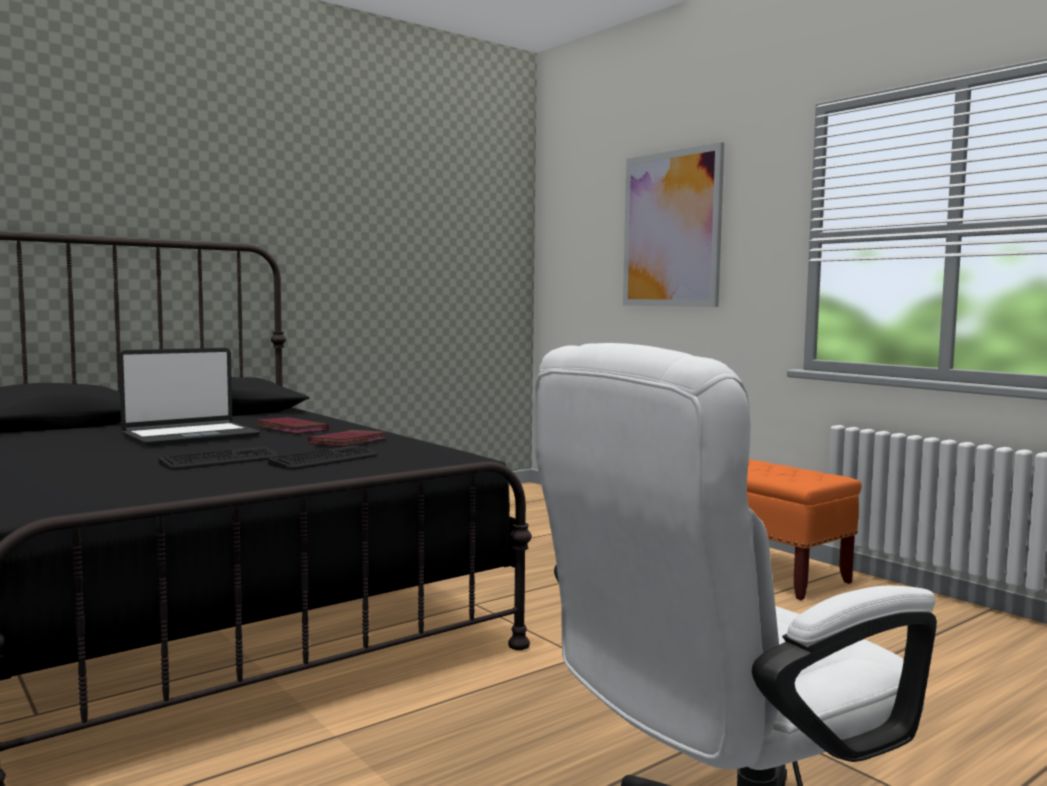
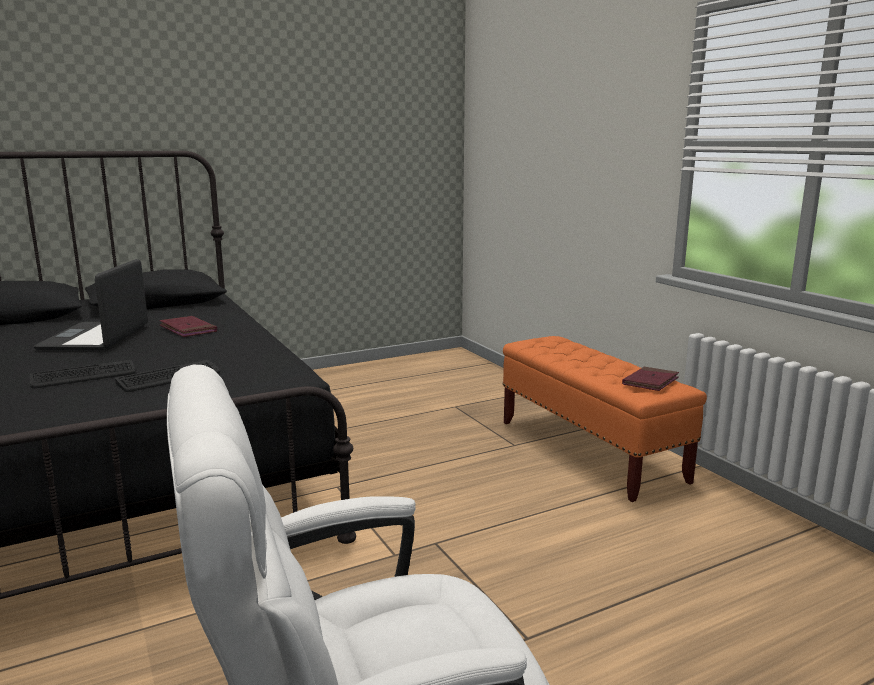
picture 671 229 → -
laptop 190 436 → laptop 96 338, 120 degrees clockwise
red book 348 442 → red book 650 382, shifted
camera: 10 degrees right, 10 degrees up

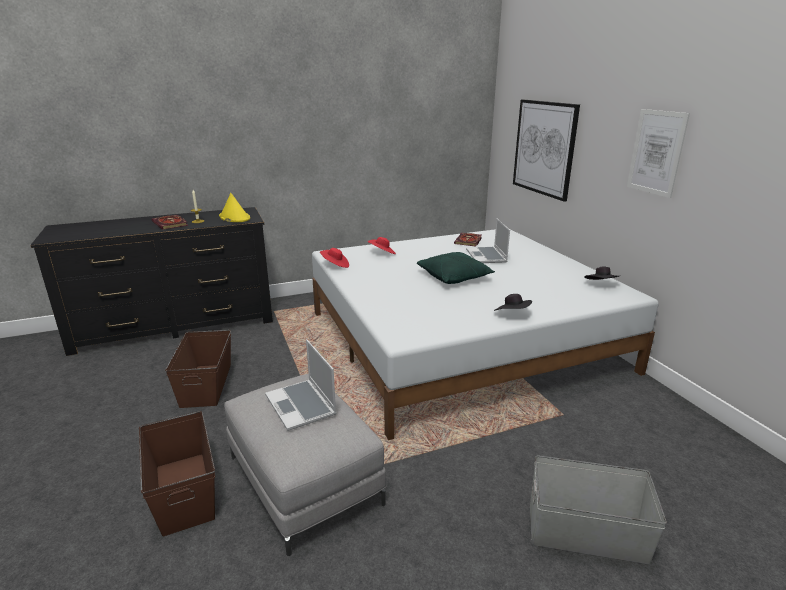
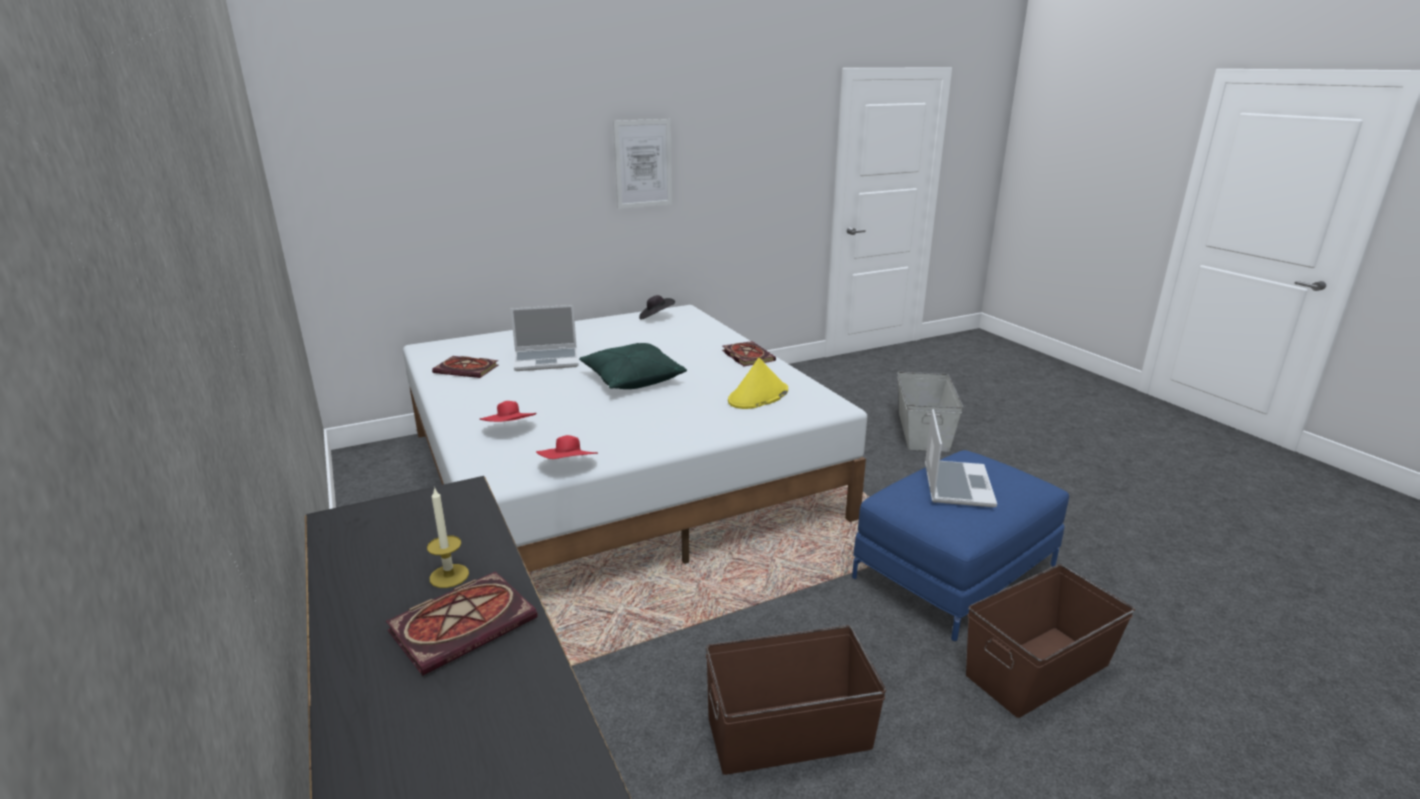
picture 544 148 → -
yellow hat 234 217 → yellow hat 758 396, shifted
black hat 512 315 → book 746 356
laptop 302 406 → laptop 956 484, 45 degrees counterclockwise
grey ottoman 305 479 → blue ottoman 953 570
camera: 95 degrees left, 0 degrees up

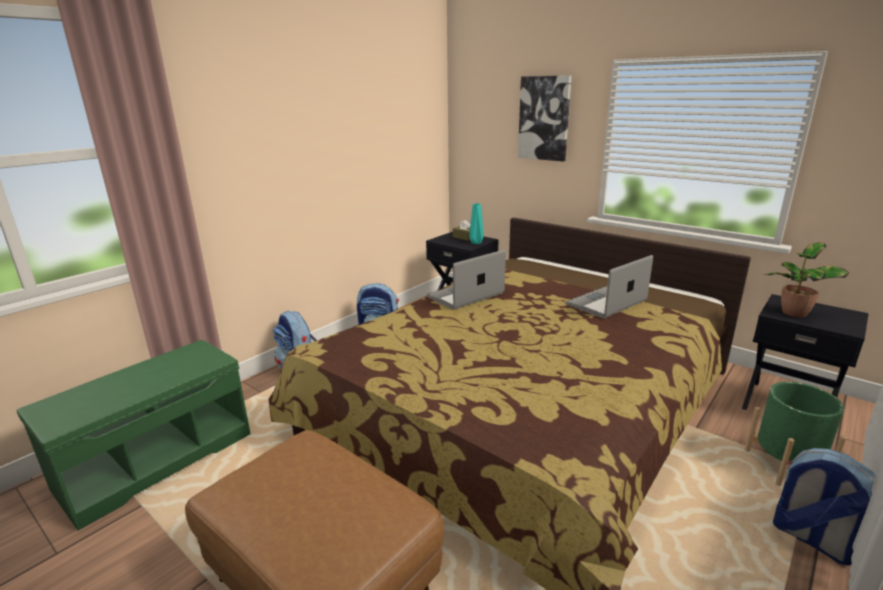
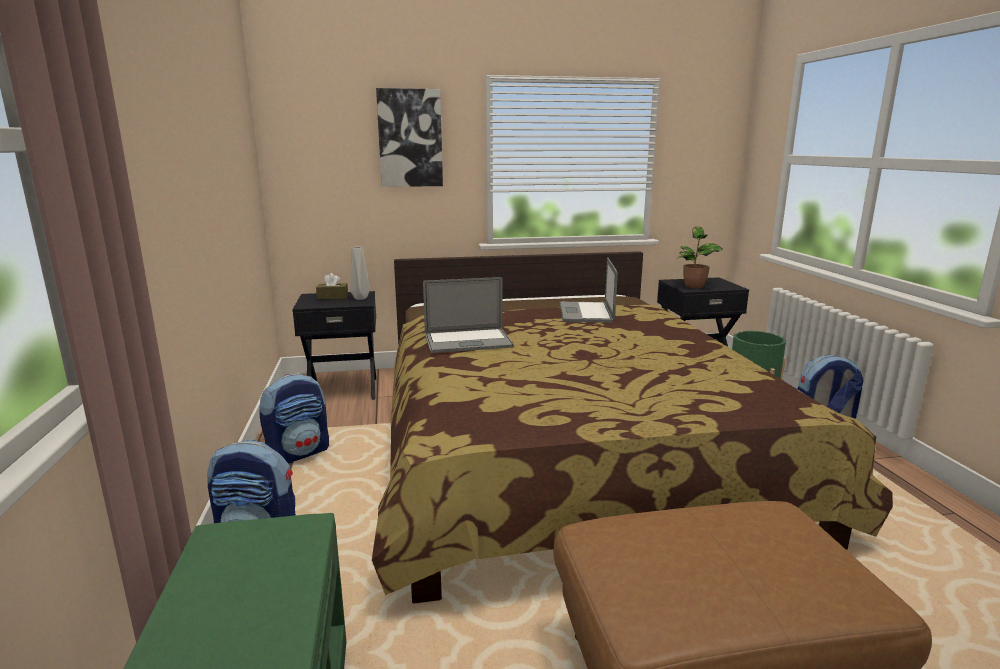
turquoise vase 475 243 → grey vase 359 298
laptop 465 295 → laptop 468 341, 105 degrees counterclockwise
camera: 50 degrees left, 5 degrees down

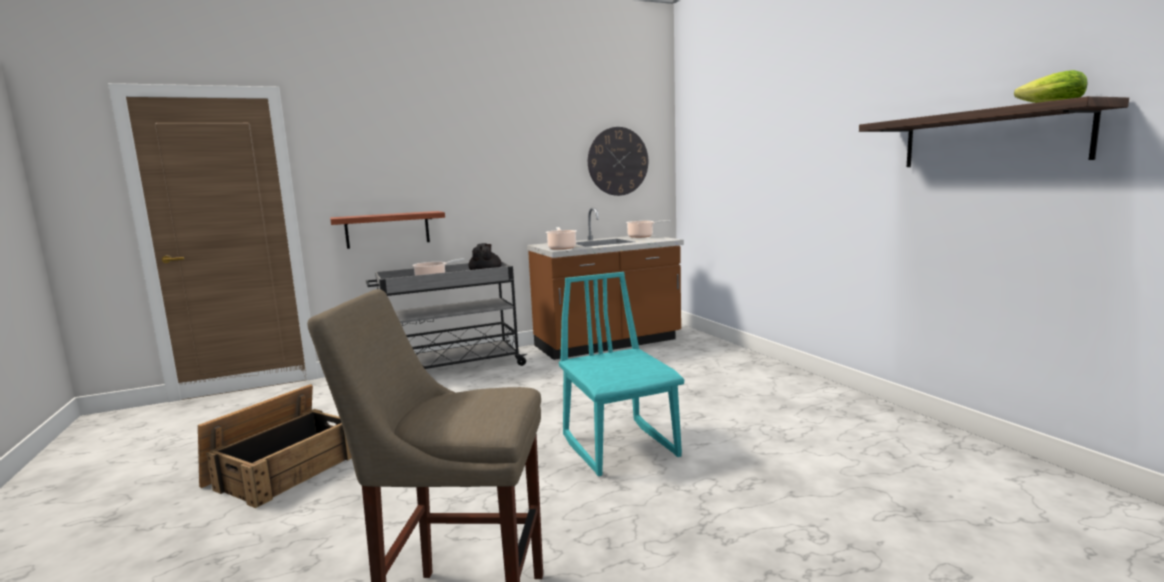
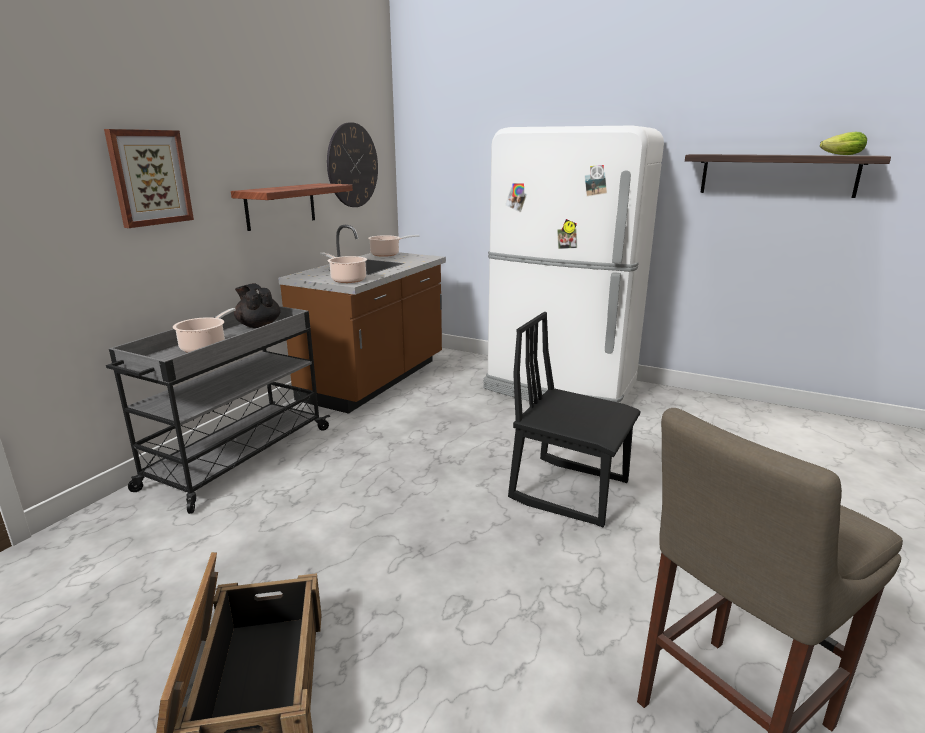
shelf 387 229 → shelf 281 206, shifted
turquoise chair 621 446 → black chair 570 490
- → white fridge 561 387
- → picture 149 177
camera: 40 degrees left, 10 degrees up

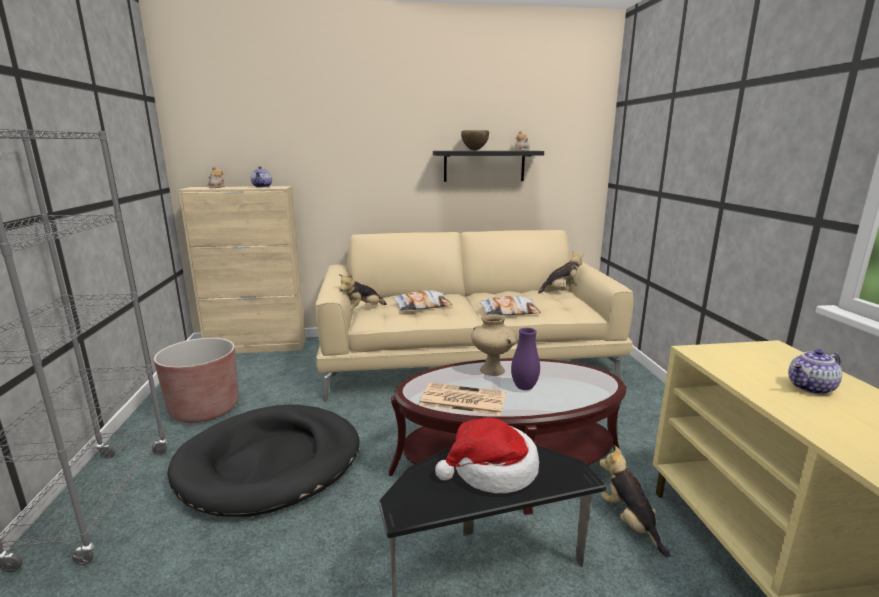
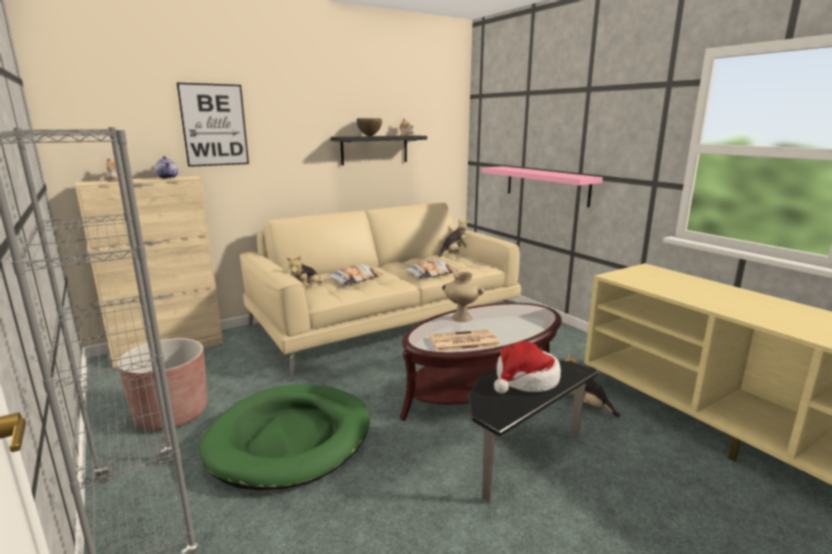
purple vase 524 387 → -
teapot 811 388 → -
black dog bed 271 463 → green dog bed 290 439
- → picture 214 125
- → pink shelf 546 185
camera: 25 degrees left, 0 degrees up

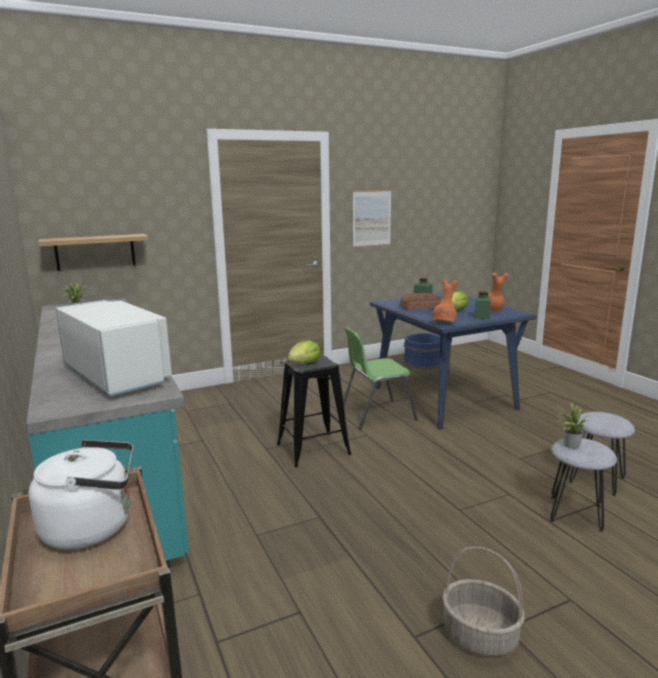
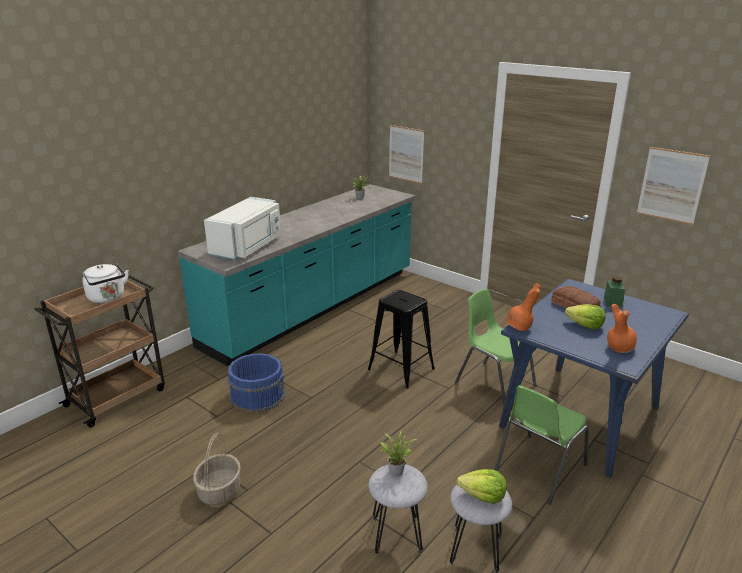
shelf 95 252 → picture 406 154
green jar 482 316 → -
blue bucket 423 362 → blue bucket 258 395, shifted
lettuce 304 363 → lettuce 483 496, shifted
- → green chair 538 469
camera: 65 degrees right, 10 degrees up

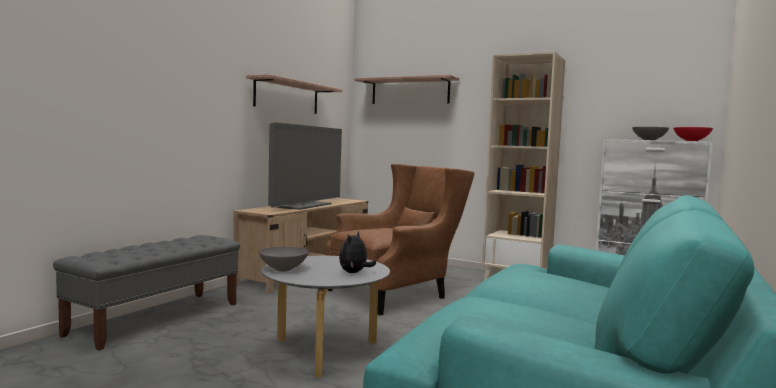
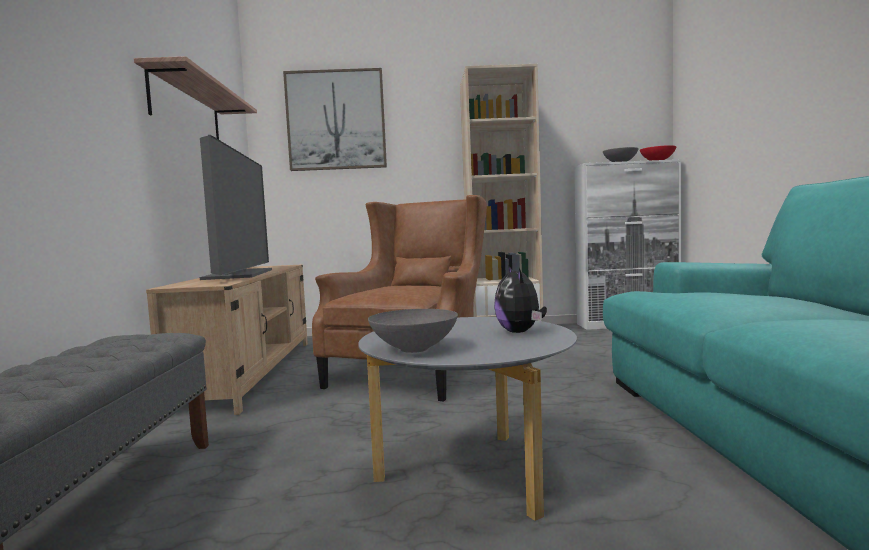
shelf 410 91 → picture 336 120
camera: 30 degrees left, 0 degrees up

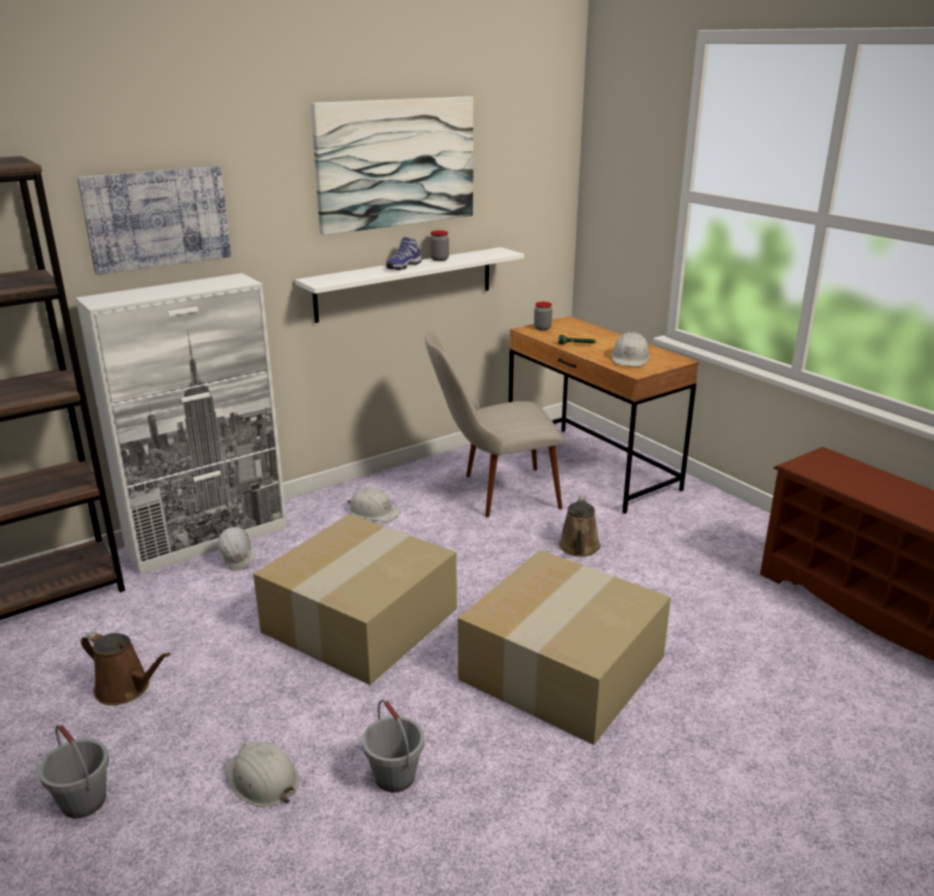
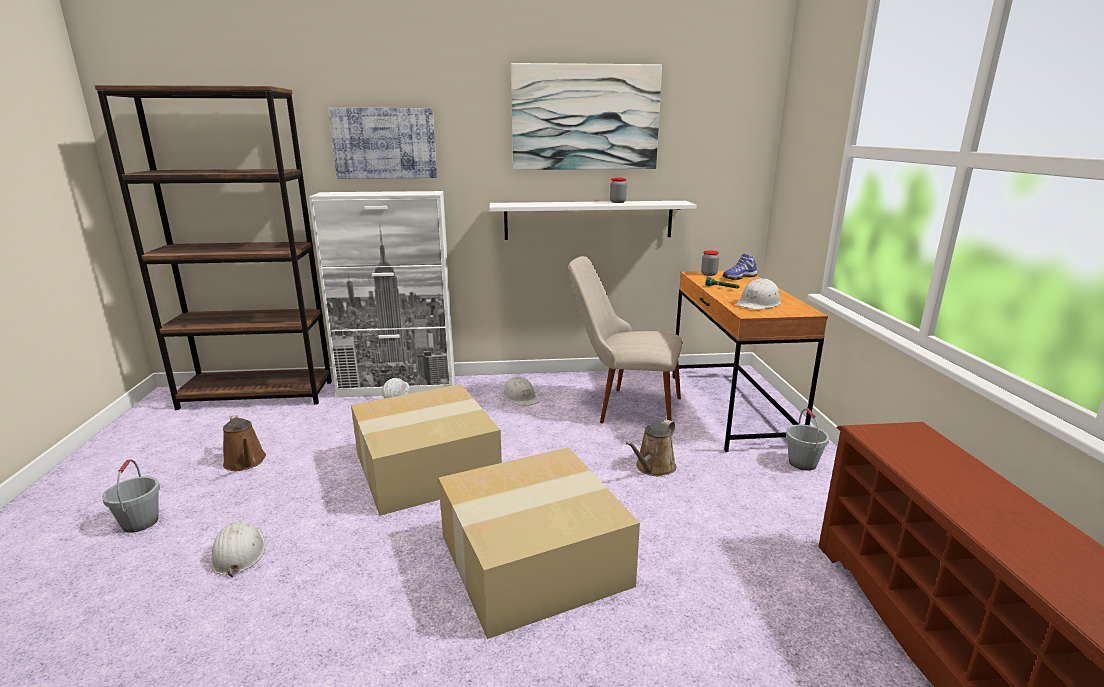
shoe 403 266 → shoe 738 277, shifted
grey bucket 394 776 → grey bucket 802 463, shifted
camera: 30 degrees right, 5 degrees down

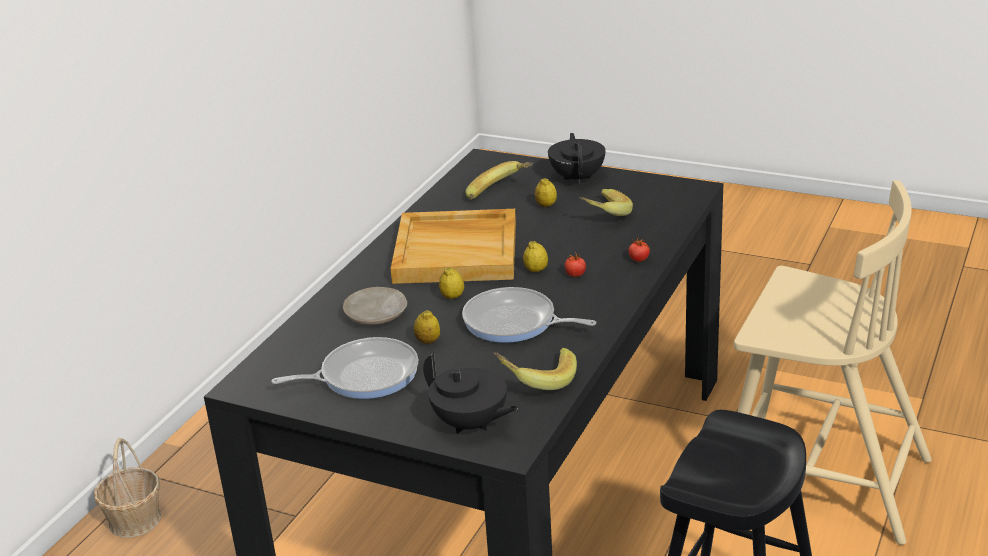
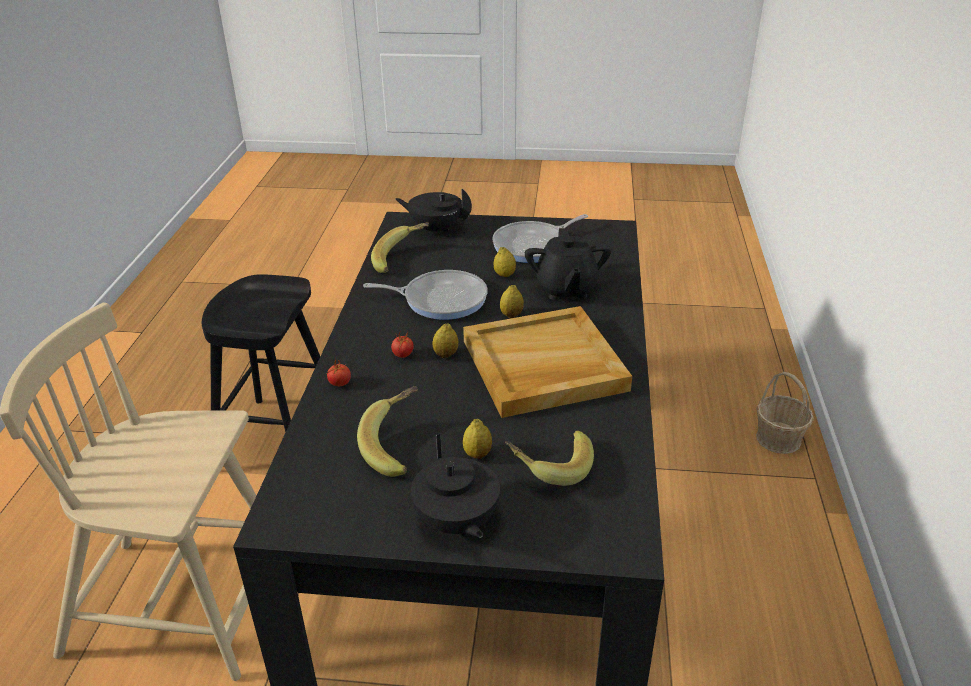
beige plate 376 316 → black teapot 566 289
camera: 160 degrees right, 5 degrees up

